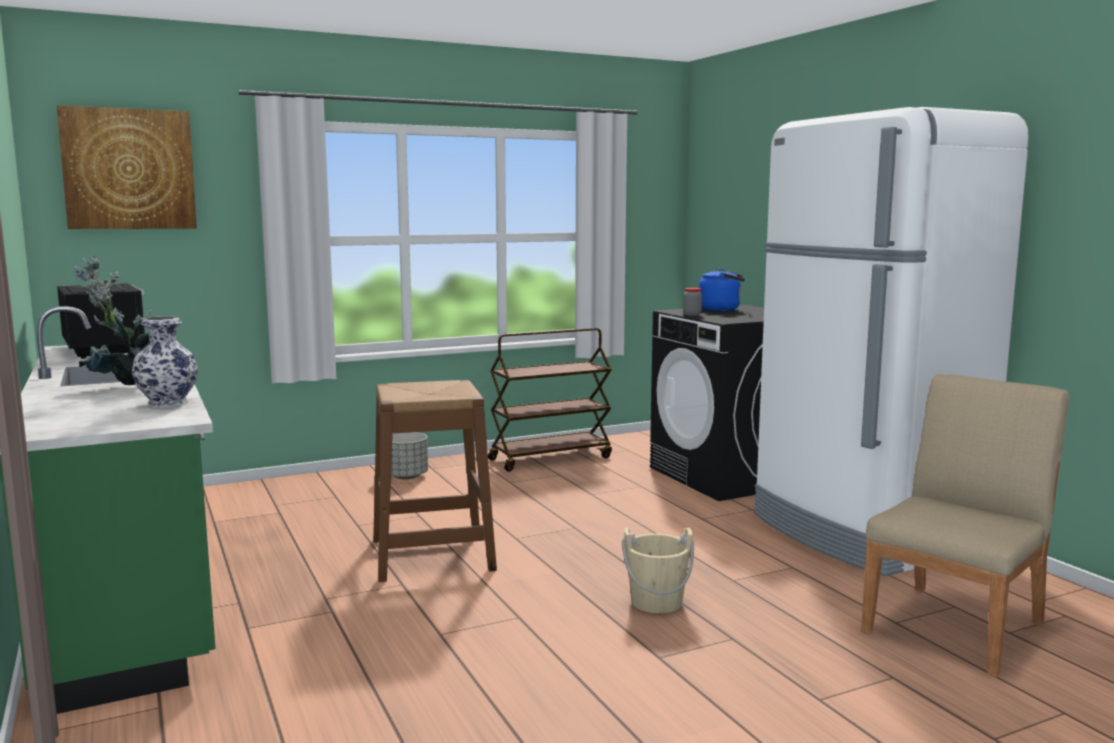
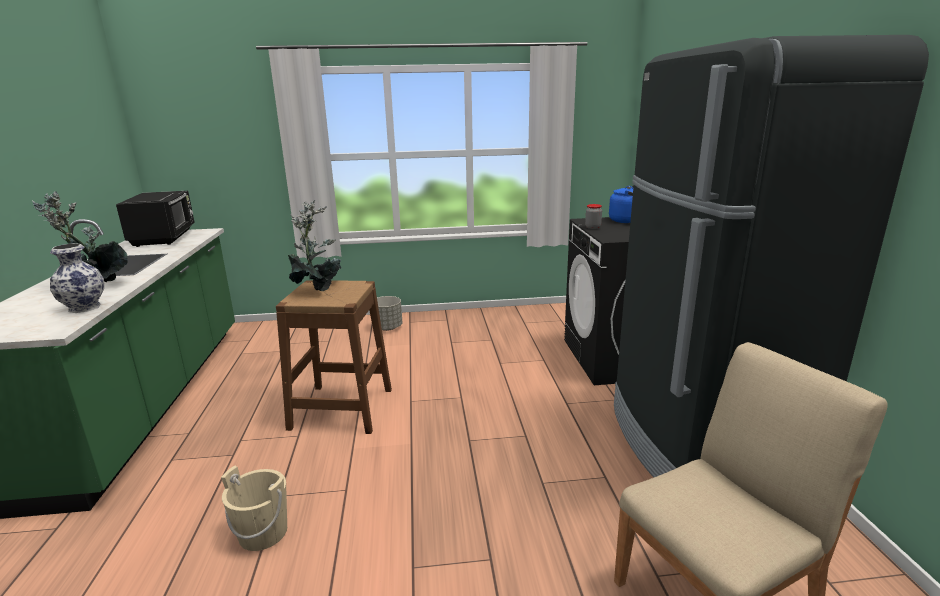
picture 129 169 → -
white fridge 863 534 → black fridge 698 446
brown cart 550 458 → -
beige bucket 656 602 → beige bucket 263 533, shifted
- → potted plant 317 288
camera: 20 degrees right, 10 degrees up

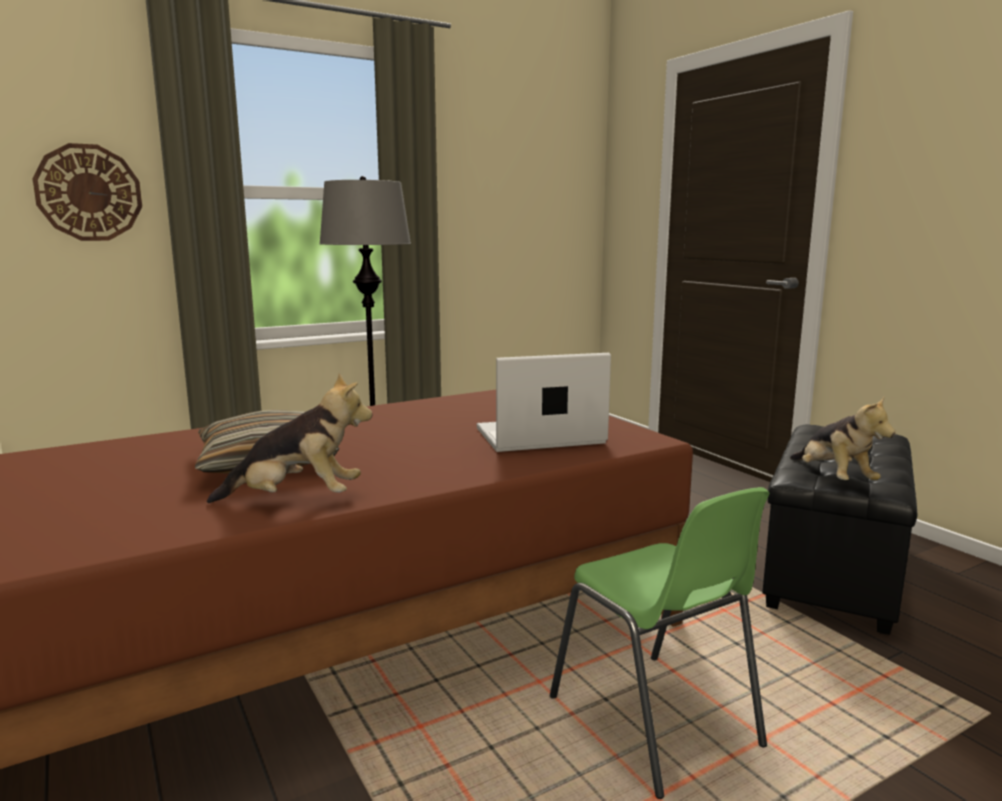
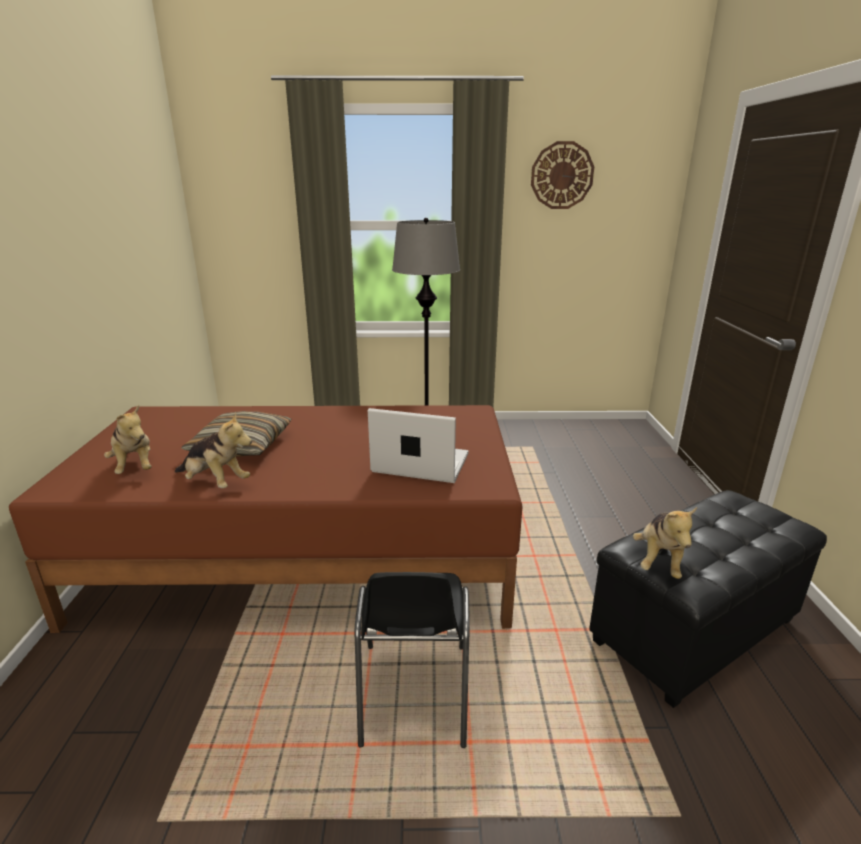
wall clock 89 193 → wall clock 562 175, shifted
green chair 655 721 → black chair 413 694
- → plush toy 135 467
camera: 30 degrees right, 10 degrees up

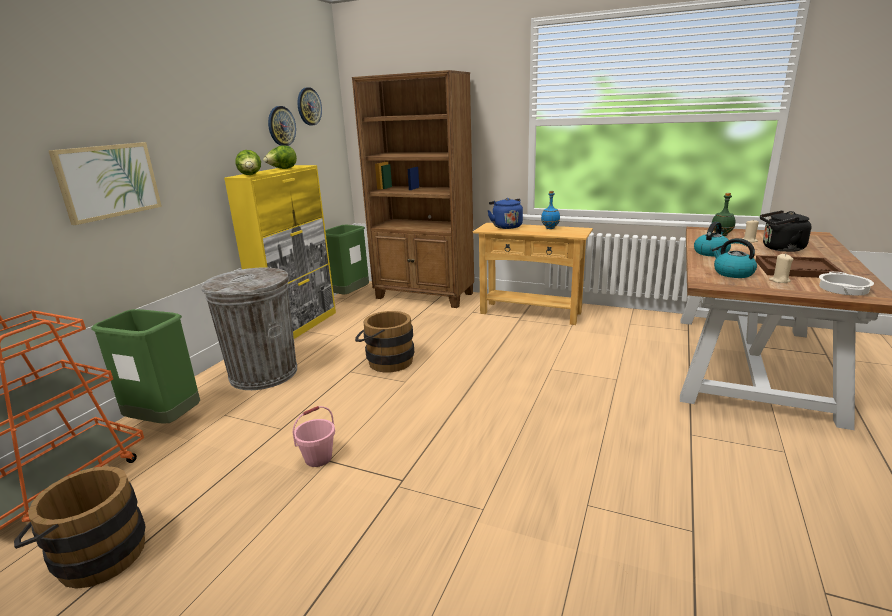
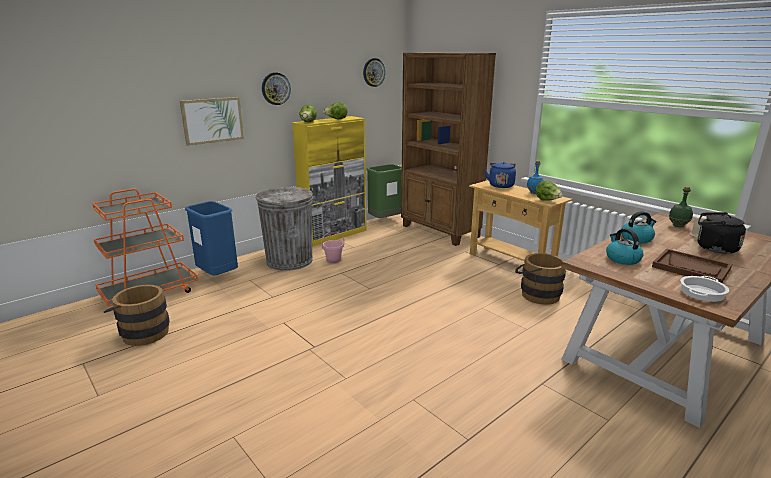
wall clock 281 126 → wall clock 275 88, shifted
beige candle 779 281 → -
green trash can 166 422 → blue trash can 218 275
brown bucket 386 361 → brown bucket 536 294, shifted
pink bucket 318 458 → pink bucket 333 260, shifted
- → lettuce 547 201
camera: 25 degrees right, 0 degrees up

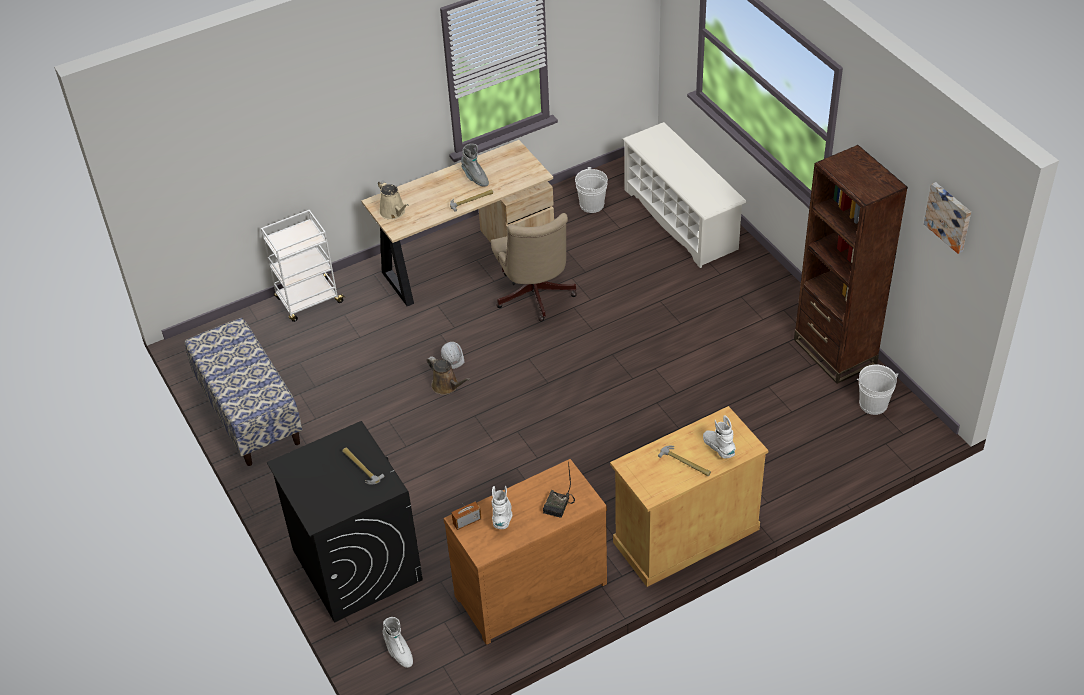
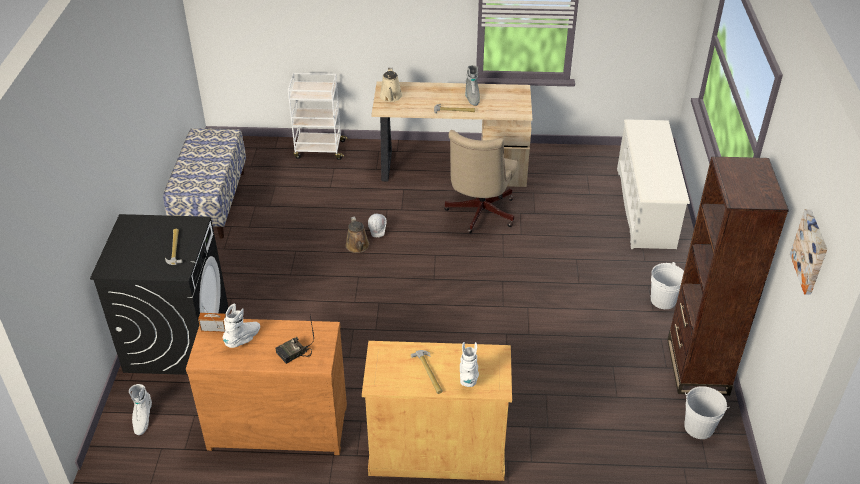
white bucket 592 205 → white bucket 663 300, shifted
camera: 30 degrees right, 5 degrees down

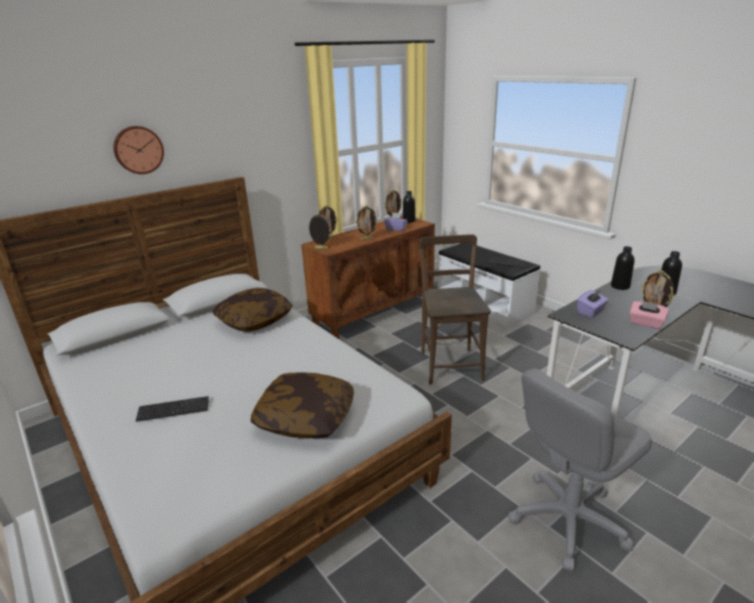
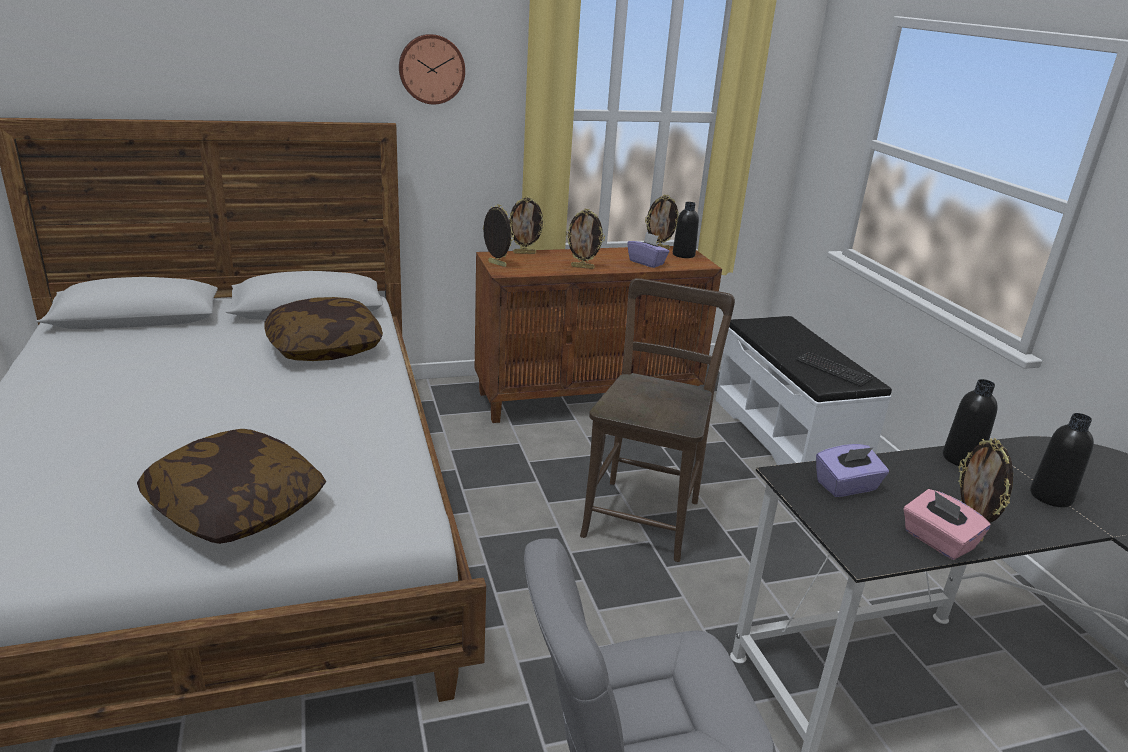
wall clock 138 150 → wall clock 431 69, shifted
keyboard 173 410 → -
camera: 20 degrees right, 0 degrees up

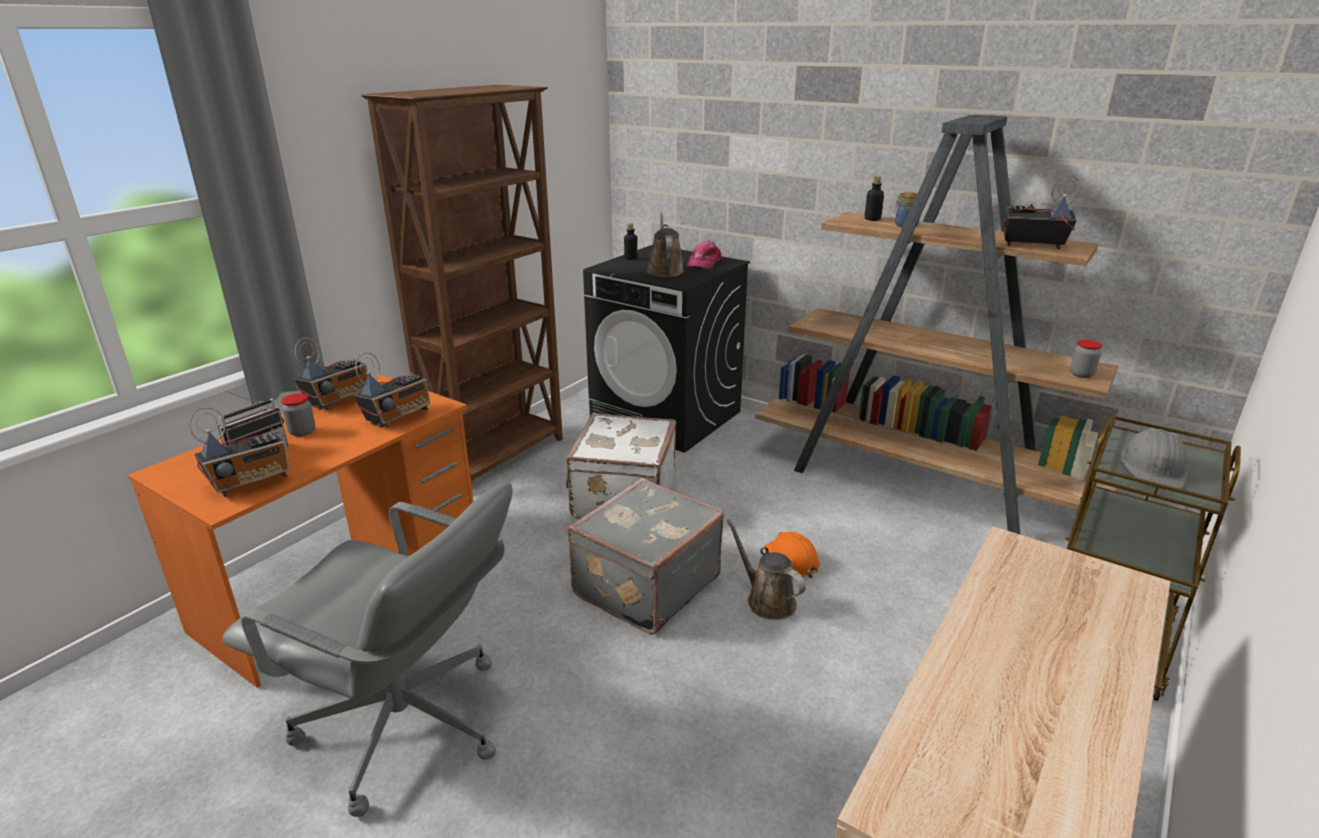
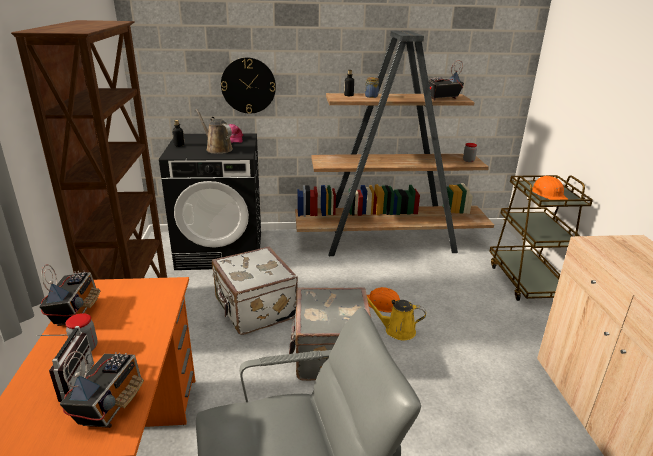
radio 398 417 → -
grey hard hat 1153 468 → orange hard hat 548 194
brown watering can 767 600 → yellow watering can 396 330
- → wall clock 248 85
camera: 40 degrees left, 0 degrees up

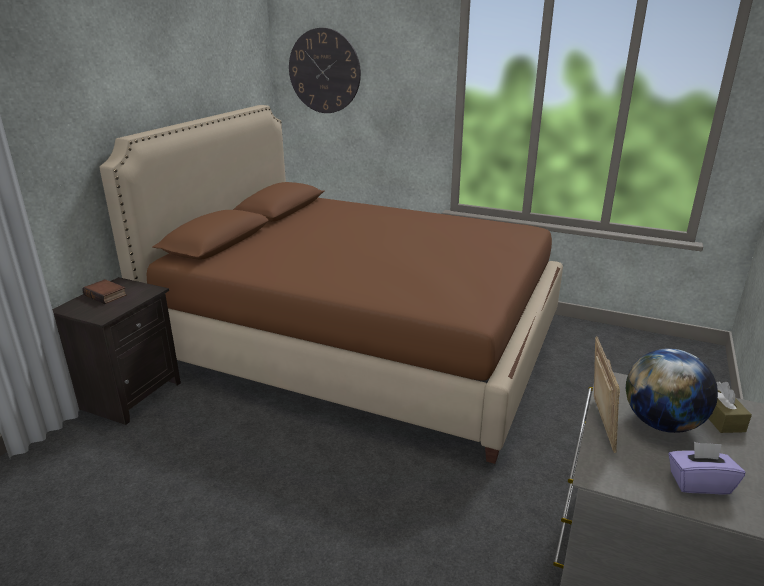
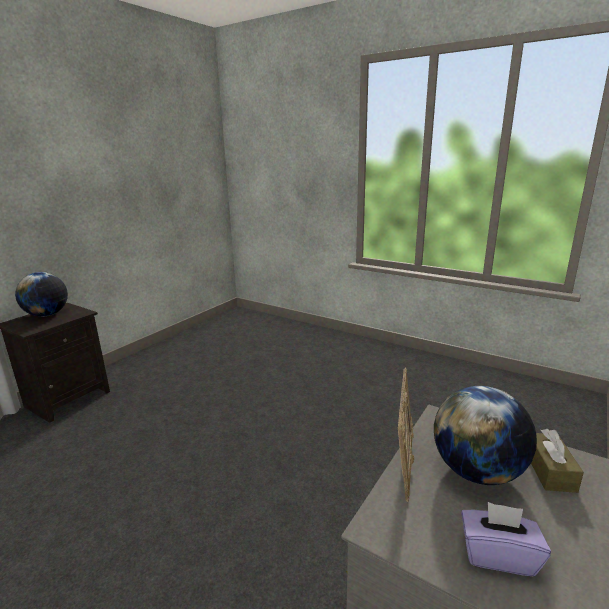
wall clock 324 71 → -
brown bed 360 343 → -
book 107 295 → globe 47 315
camera: 10 degrees right, 5 degrees down

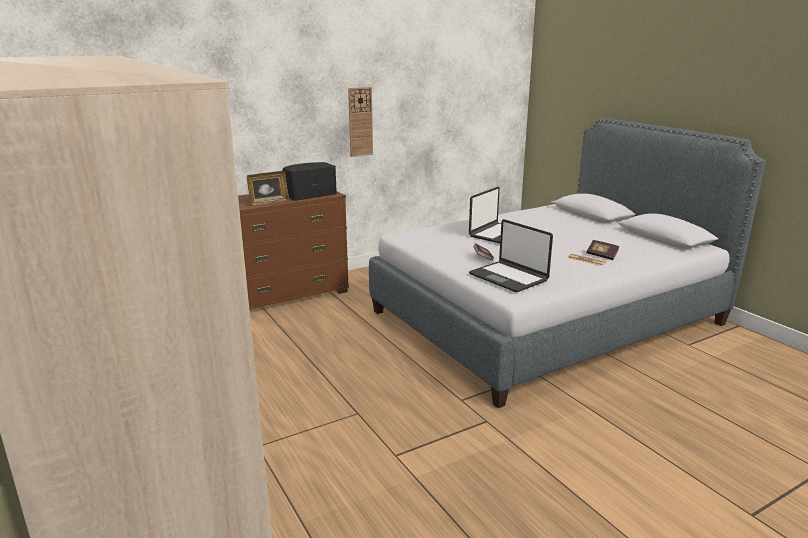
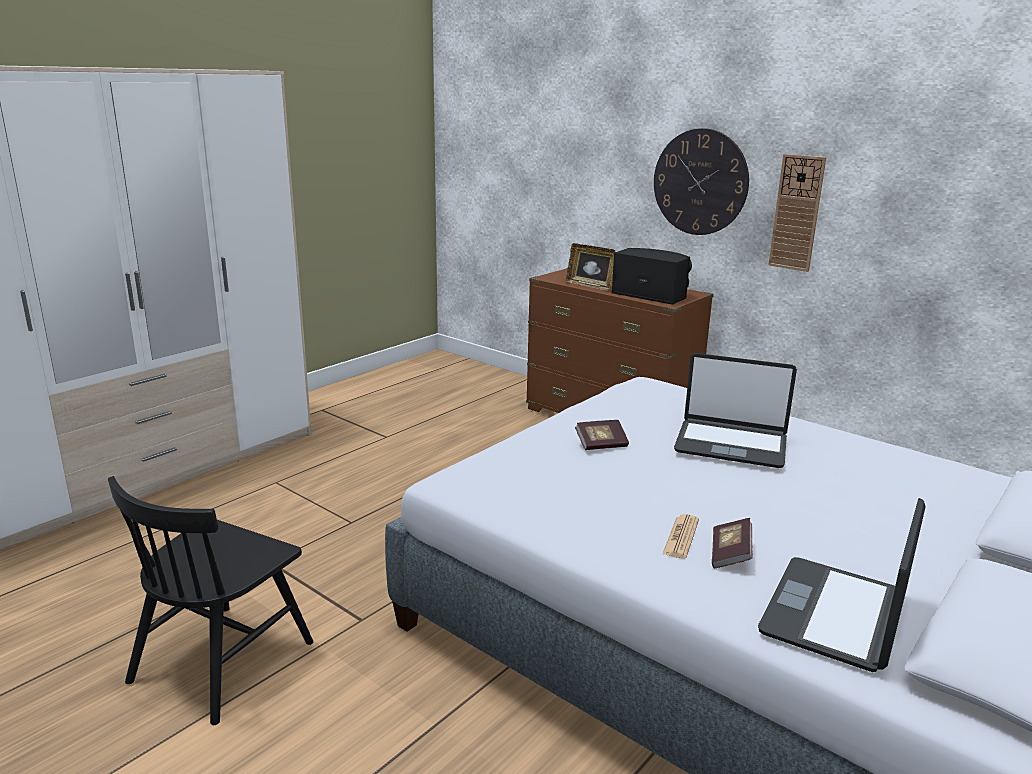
laptop 509 277 → laptop 835 615, shifted
- → wall clock 700 182
- → black chair 222 661
camera: 70 degrees right, 0 degrees up

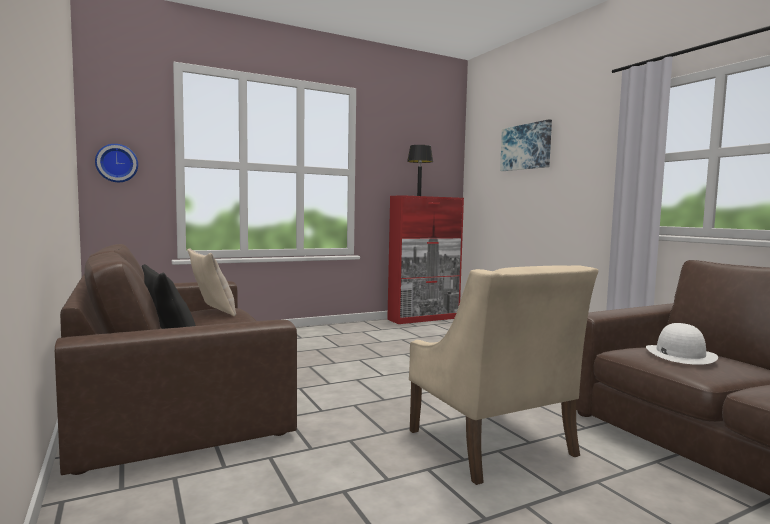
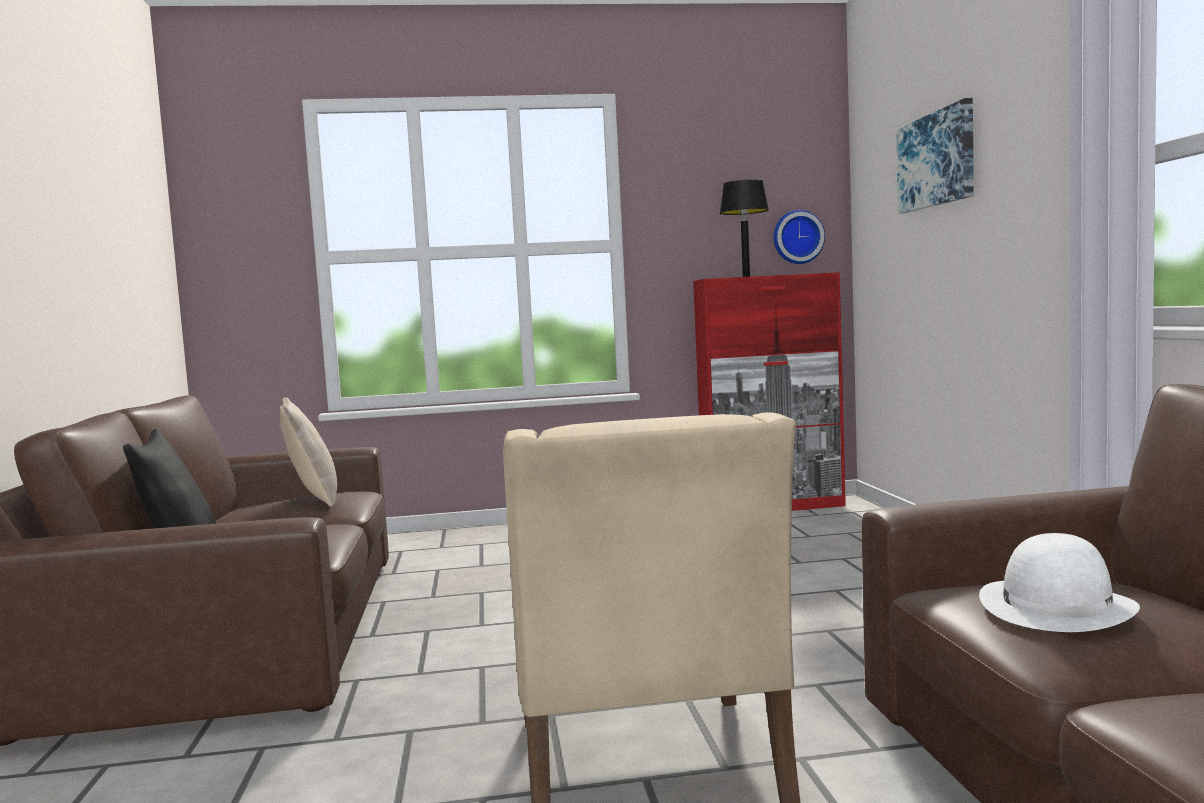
wall clock 117 163 → wall clock 797 237, shifted
camera: 20 degrees right, 0 degrees up

